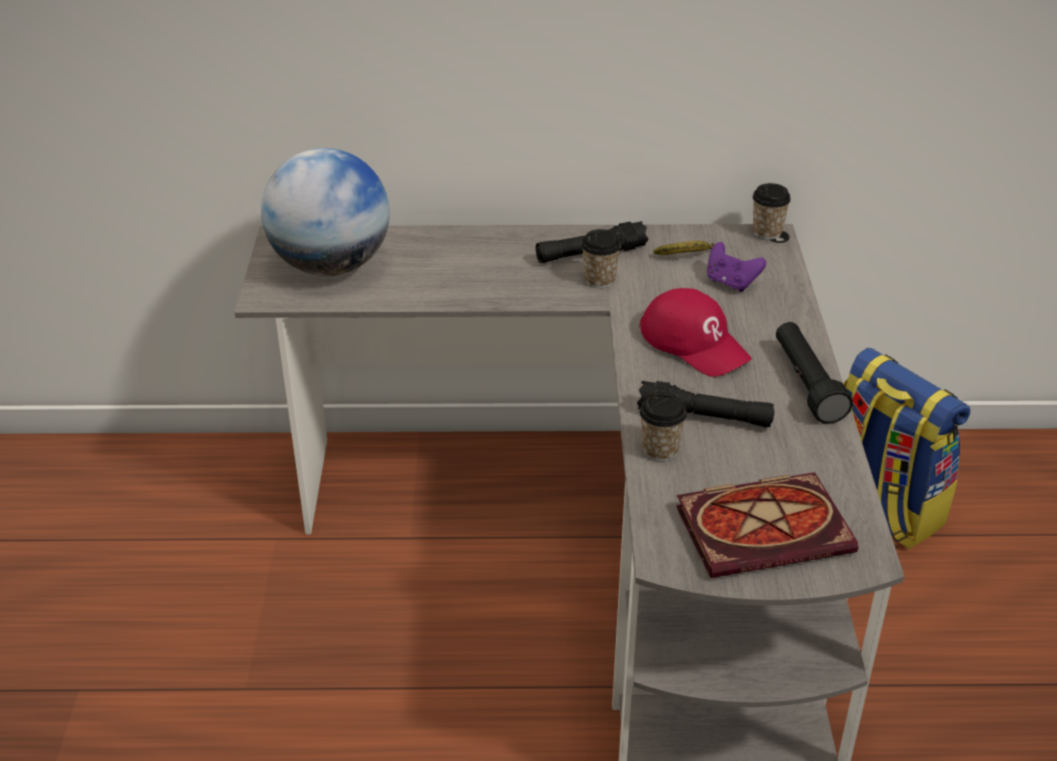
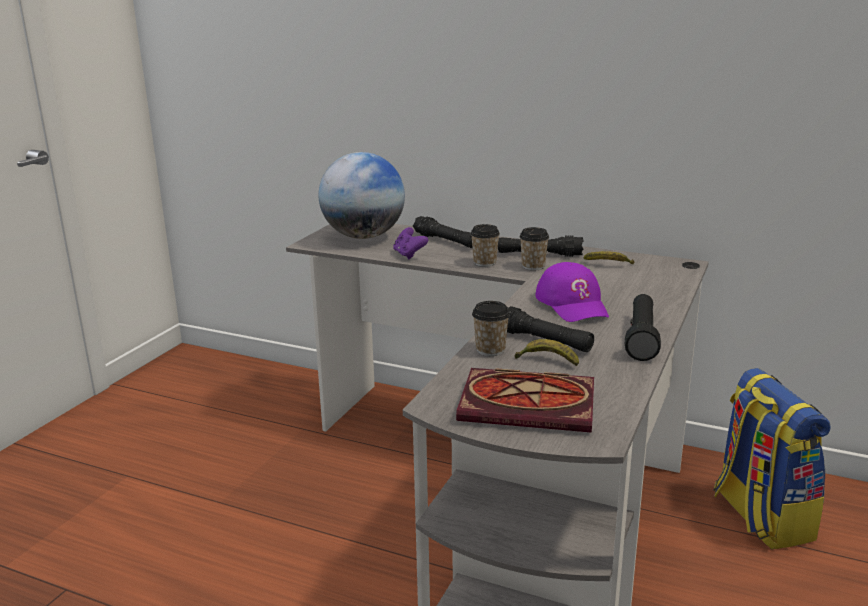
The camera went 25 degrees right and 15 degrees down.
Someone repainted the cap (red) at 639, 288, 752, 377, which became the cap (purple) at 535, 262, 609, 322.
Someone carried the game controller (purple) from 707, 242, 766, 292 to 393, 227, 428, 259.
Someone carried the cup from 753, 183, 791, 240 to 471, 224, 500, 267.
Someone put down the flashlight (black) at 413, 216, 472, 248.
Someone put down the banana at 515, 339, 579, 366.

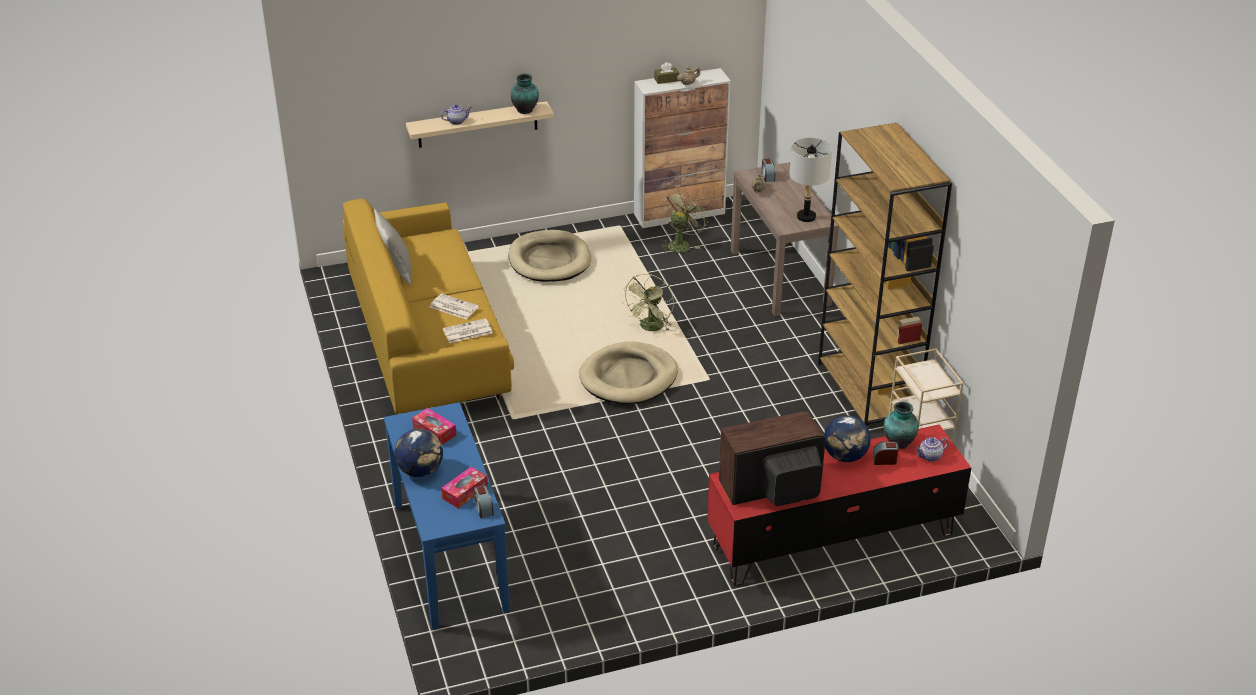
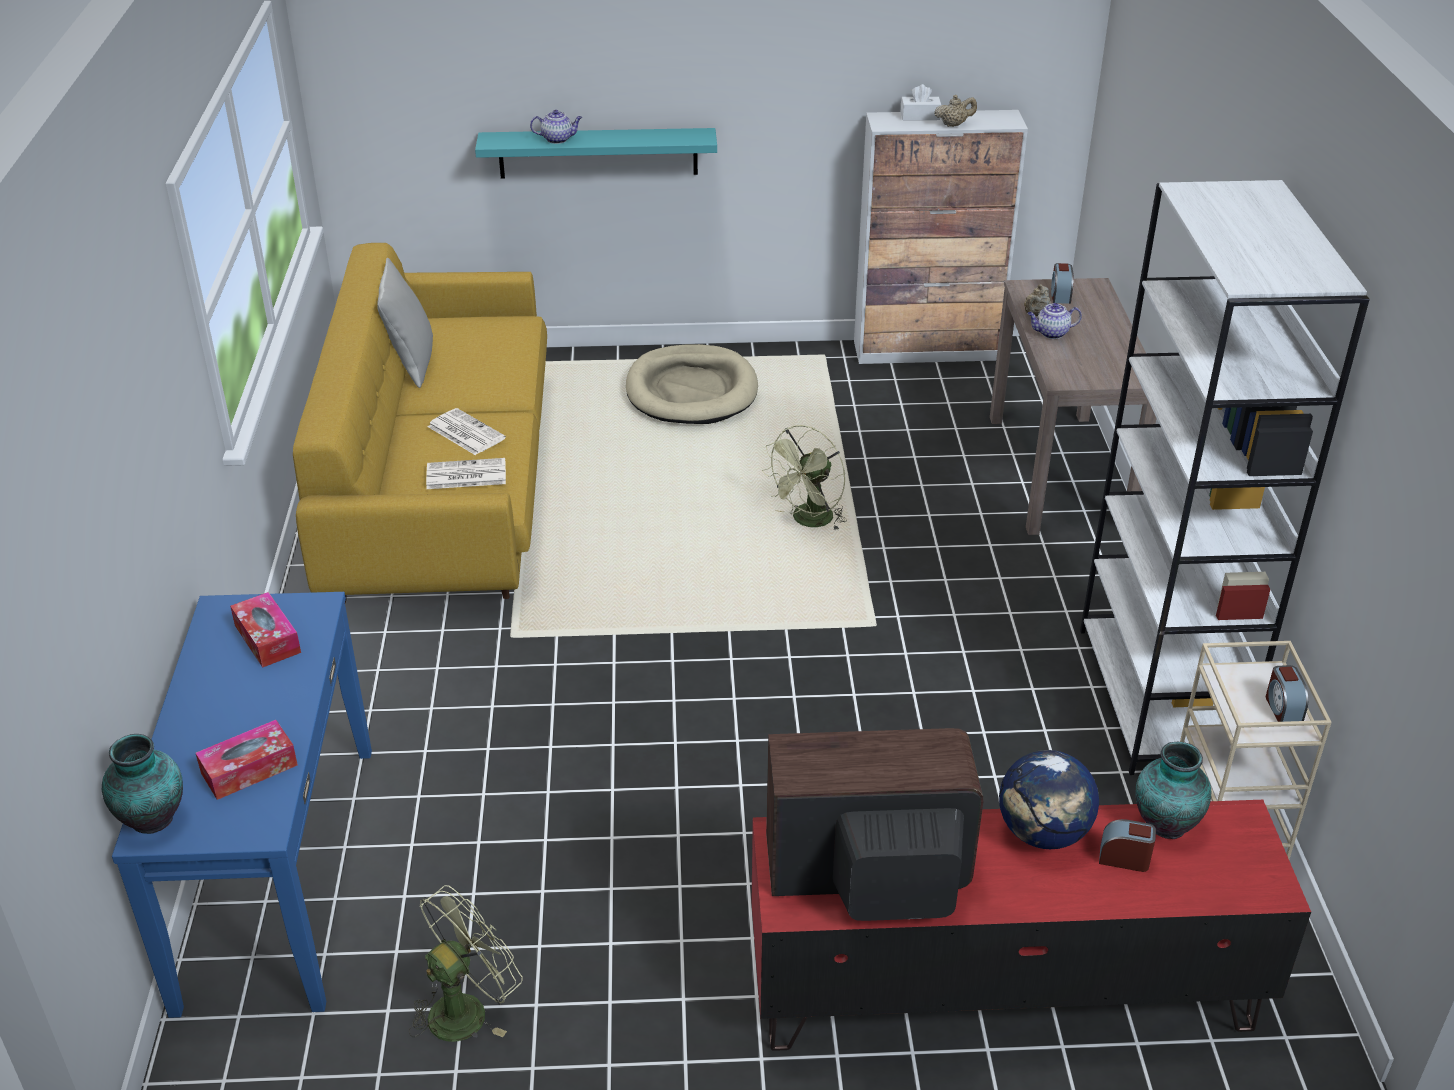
The camera went 15 degrees right and 0 degrees up.
Someone took away the globe at 394, 429, 443, 477.
Someone repainted the shelf (beige) at 406, 101, 554, 148, which became the shelf (turquoise) at 475, 128, 717, 179.
Someone carried the alarm clock from 474, 485, 494, 519 to 1266, 665, 1309, 722.
Someone carried the vase from 510, 74, 539, 114 to 102, 734, 183, 834.
Someone took away the dog bed (beige) at 579, 342, 678, 404.
Someone repainted the tissue box (brown) at 654, 62, 679, 84, which became the tissue box (white) at 901, 84, 941, 120.
Someone carried the fan (green) from 660, 191, 708, 254 to 409, 885, 523, 1042.
Someone took away the table lamp (grey) at 790, 138, 832, 222.
Someone repainted the bookcase (brown) at 818, 123, 952, 426, which became the bookcase (white) at 1080, 180, 1370, 775.
Someone carried the teapot from 915, 437, 949, 462 to 1027, 303, 1082, 339.

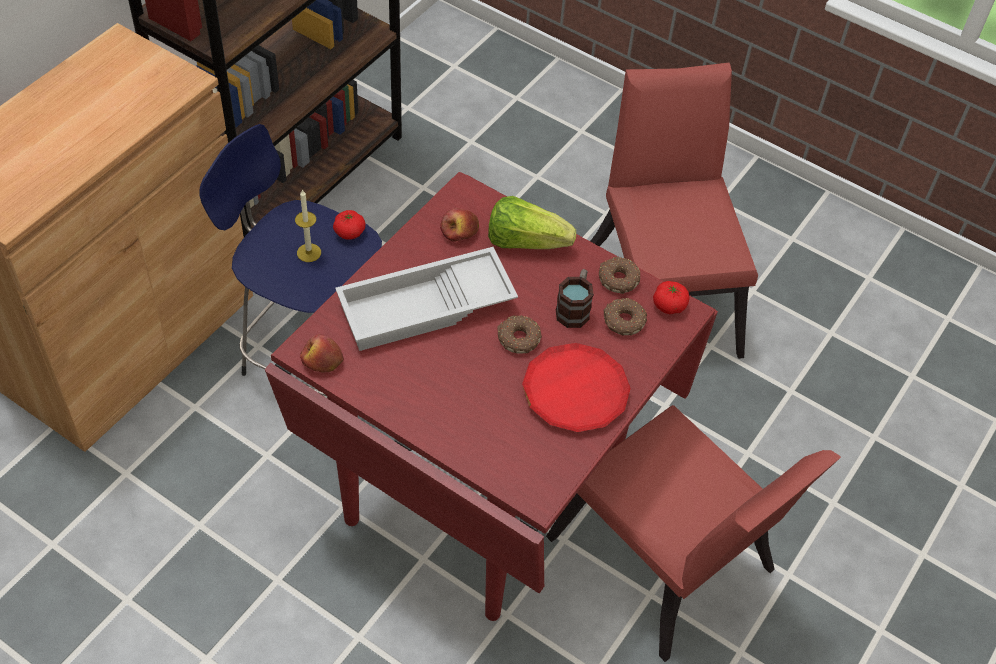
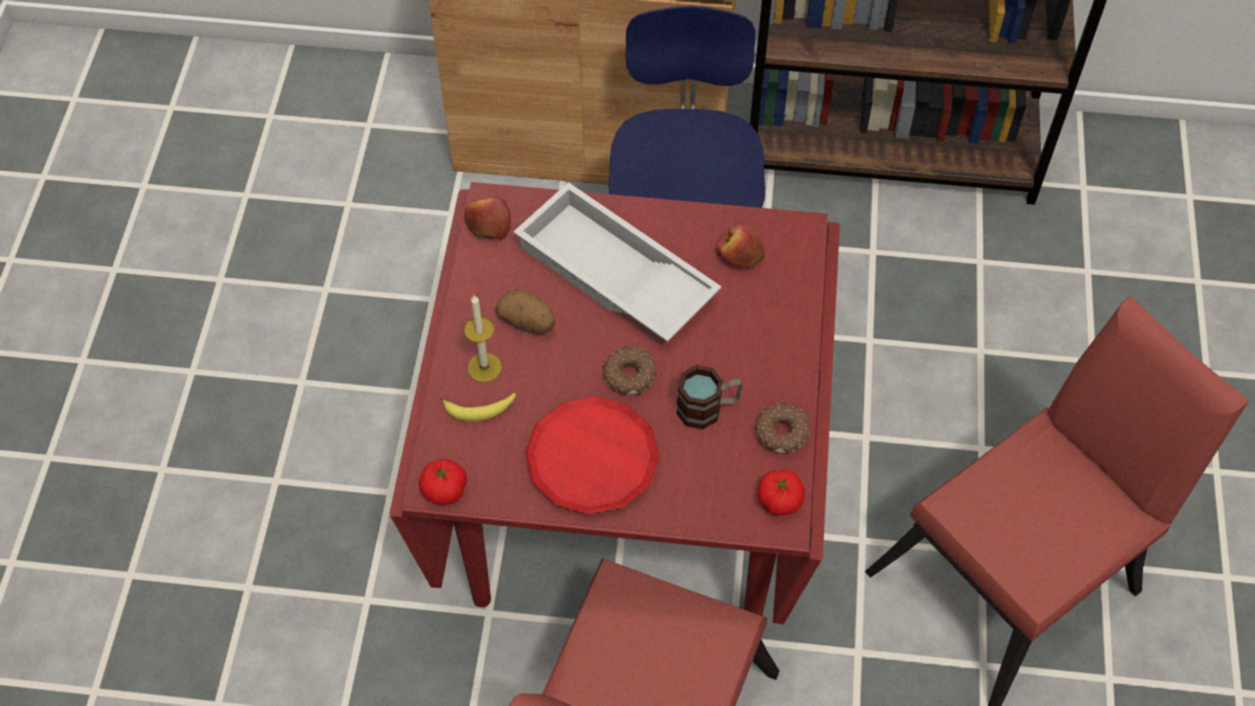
The camera went 65 degrees right and 5 degrees up.
Someone carried the candle from 295, 189, 321, 262 to 464, 295, 502, 383.
Someone carried the tomato from 333, 210, 365, 240 to 419, 459, 467, 504.
Someone took away the lettuce at 488, 196, 576, 249.
Someone took away the donut at 604, 298, 647, 336.
Someone put down the banana at 441, 393, 516, 421.
Someone put down the potato at 495, 289, 555, 334.

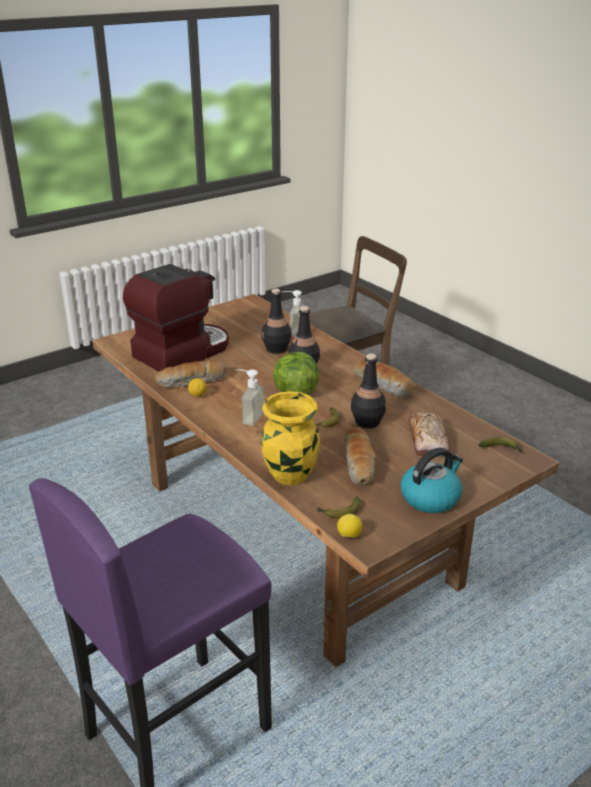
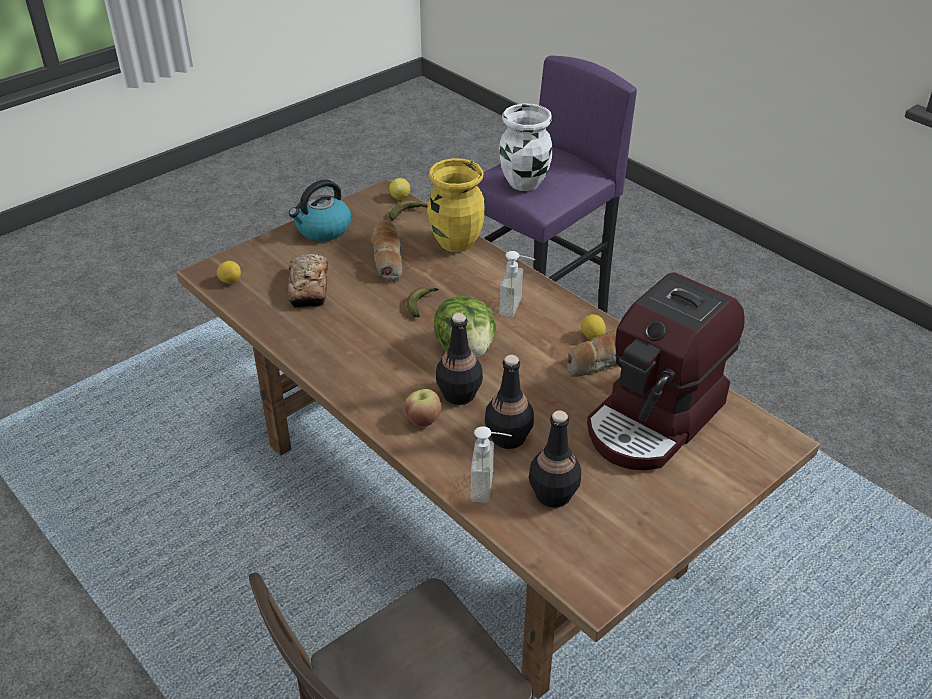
The camera went 175 degrees right and 10 degrees up.
Someone carried the bottle (black) from 351, 354, 386, 428 to 529, 411, 581, 508.
Someone took away the bread at 353, 359, 416, 398.
Someone swapped the banana at 478, 437, 523, 453 for the lemon at 217, 261, 241, 284.
Someone put down the apple at 405, 389, 442, 427.
Someone put down the vase (white) at 499, 104, 553, 191.

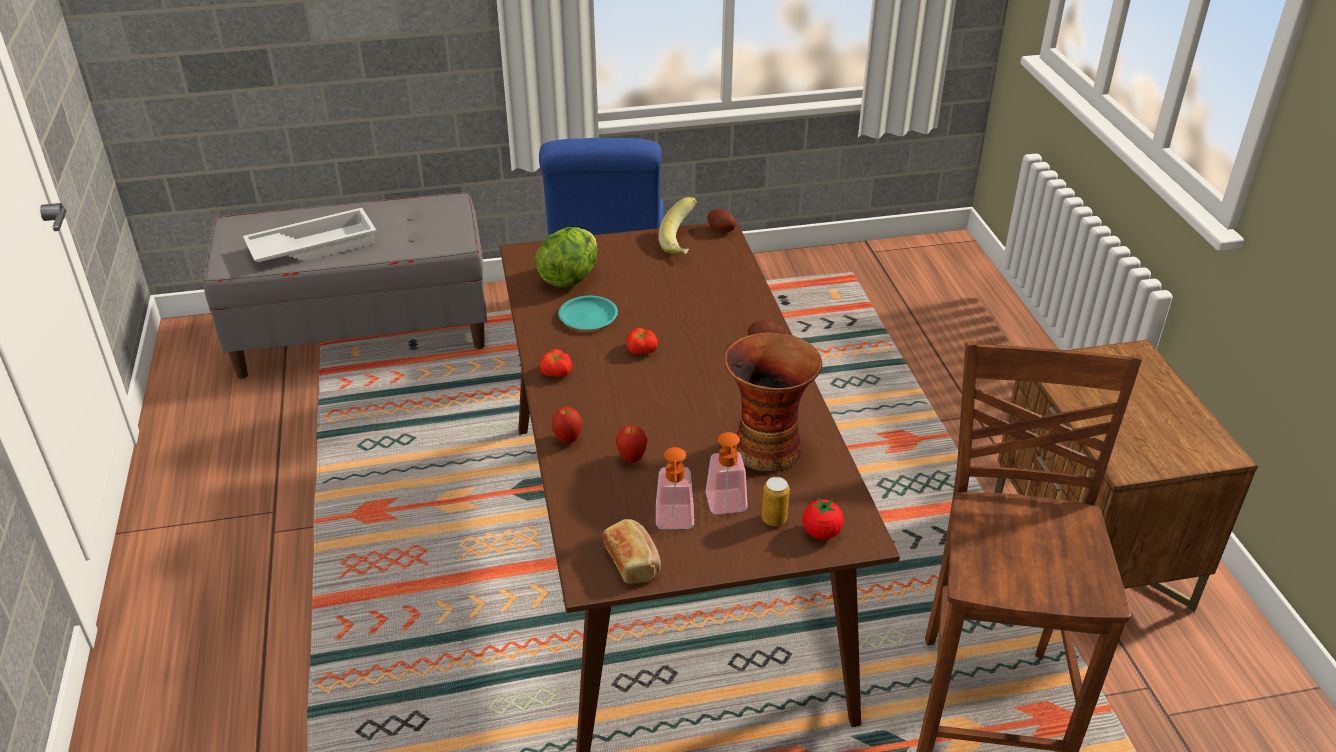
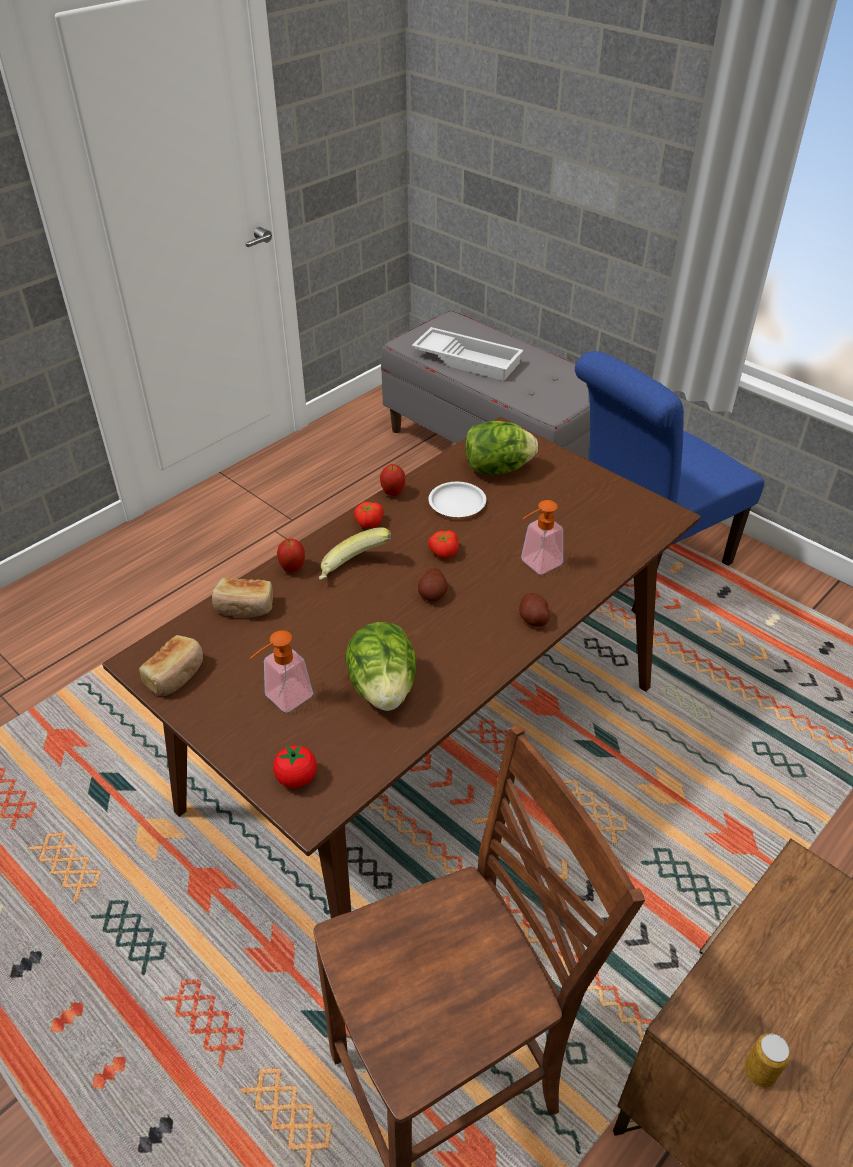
The camera went 55 degrees right and 5 degrees up.
Someone repainted the plate (turquoise) at 558, 296, 618, 330, which became the plate (white) at 428, 482, 486, 517.
Someone carried the apple from 616, 425, 648, 462 to 380, 464, 405, 496.
Someone carried the soap dispenser from 656, 447, 694, 529 to 521, 500, 563, 575.
Someone carried the banana from 658, 197, 697, 254 to 318, 527, 392, 580.
Someone carried the potato from 707, 209, 736, 233 to 418, 568, 448, 602.
Someone swapped the vase at 724, 332, 822, 472 for the lettuce at 346, 622, 417, 711.
Someone carried the can from 762, 477, 790, 526 to 744, 1033, 791, 1088.
Someone put down the bread at 212, 578, 273, 617.

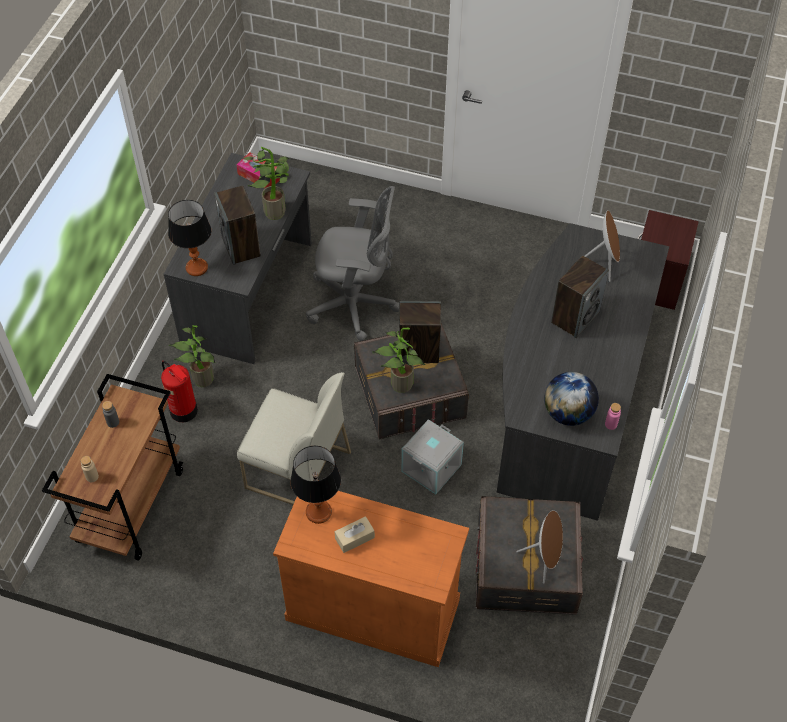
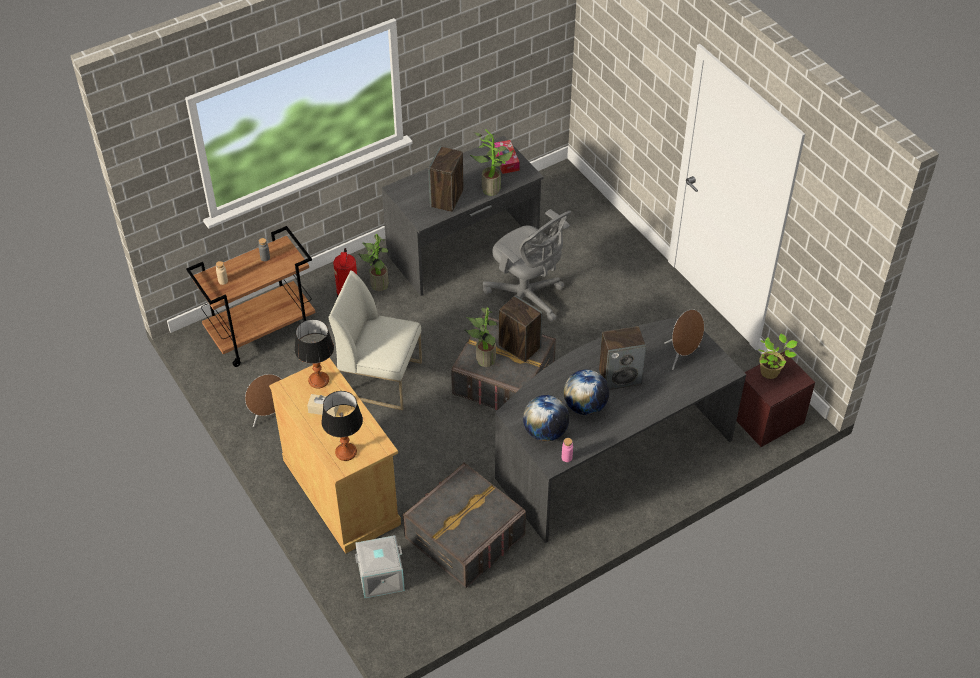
The camera went 40 degrees right and 5 degrees down.
Someone carried the table lamp from 168, 200, 211, 276 to 321, 391, 363, 461.
Someone rotated the chair (white) at 237, 372, 351, 505 by 135 degrees clockwise.
Someone repainted the cabinet (orange) at 273, 491, 469, 667, which became the cabinet (beige) at 269, 357, 401, 554.
Someone carried the storage box (grey) from 401, 419, 464, 494 to 355, 535, 405, 598.
Someone carried the speaker (brown) from 516, 510, 563, 584 to 245, 374, 282, 427.
Someone put down the globe at 564, 369, 609, 415.
Someone put down the potted plant at 759, 333, 797, 379.

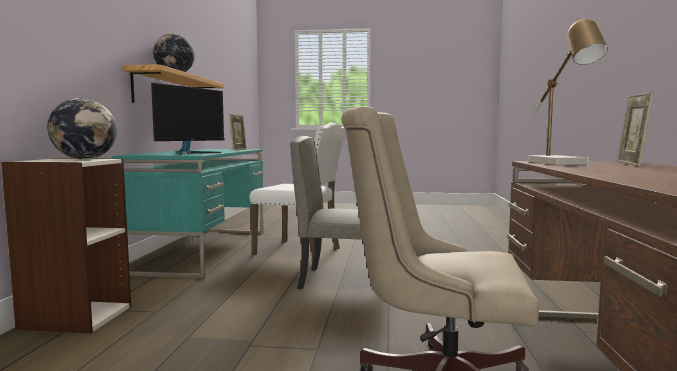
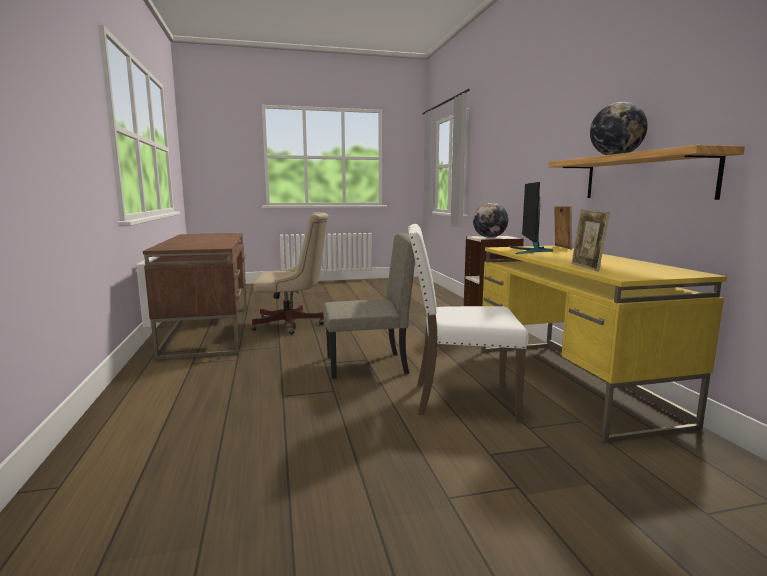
The camera went 160 degrees right and 5 degrees up.
Someone repainted the desk (turquoise) at 112, 149, 264, 279, which became the desk (yellow) at 481, 246, 727, 443.
Someone took away the table lamp at 528, 18, 608, 165.
Someone carried the picture frame from 617, 92, 654, 166 to 554, 206, 572, 249.

